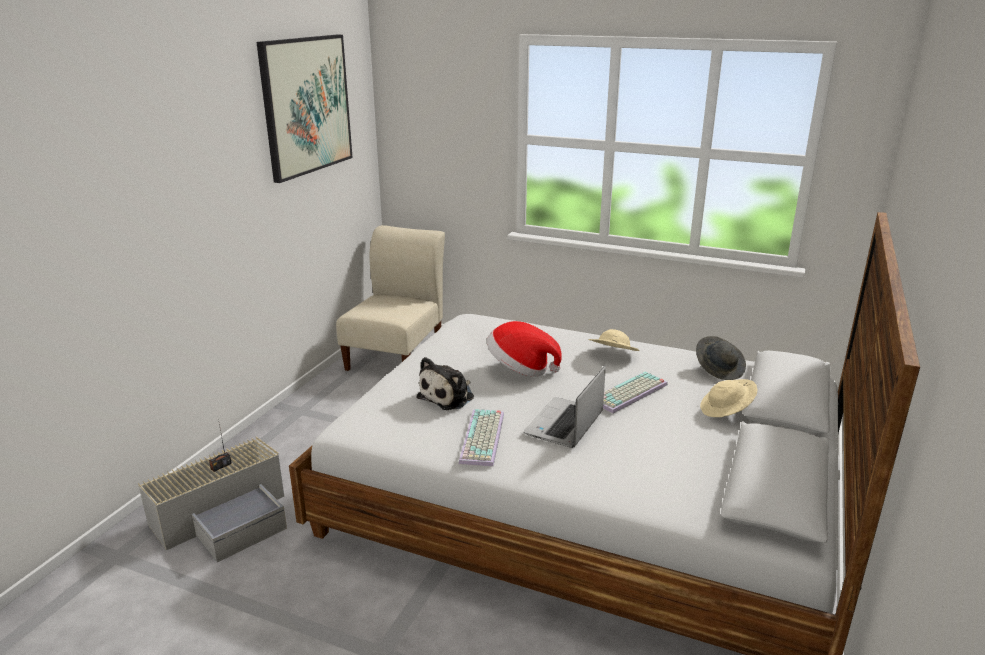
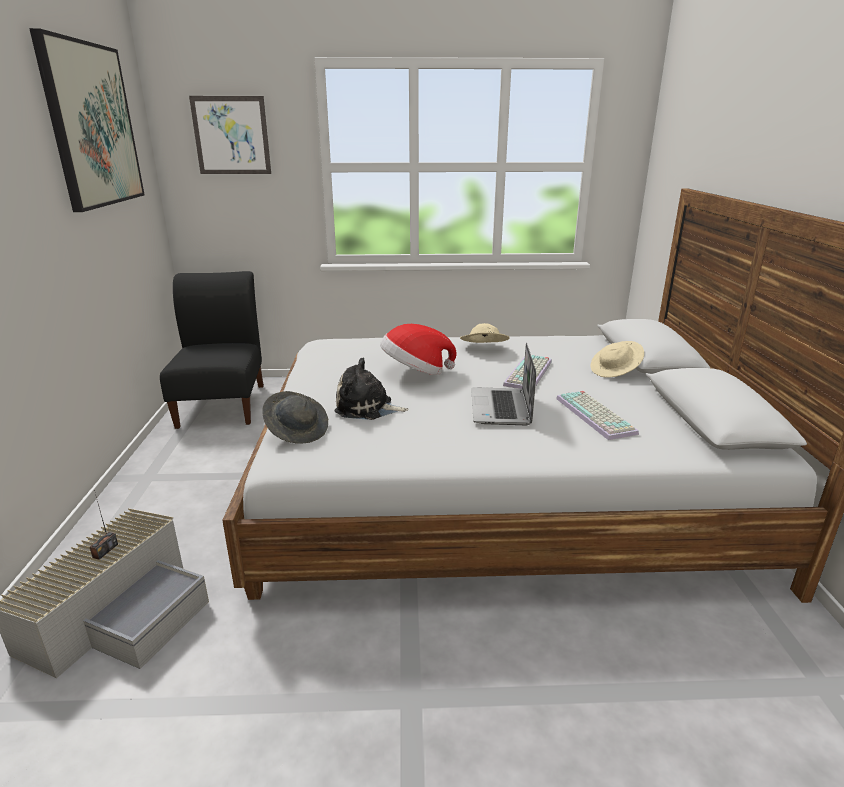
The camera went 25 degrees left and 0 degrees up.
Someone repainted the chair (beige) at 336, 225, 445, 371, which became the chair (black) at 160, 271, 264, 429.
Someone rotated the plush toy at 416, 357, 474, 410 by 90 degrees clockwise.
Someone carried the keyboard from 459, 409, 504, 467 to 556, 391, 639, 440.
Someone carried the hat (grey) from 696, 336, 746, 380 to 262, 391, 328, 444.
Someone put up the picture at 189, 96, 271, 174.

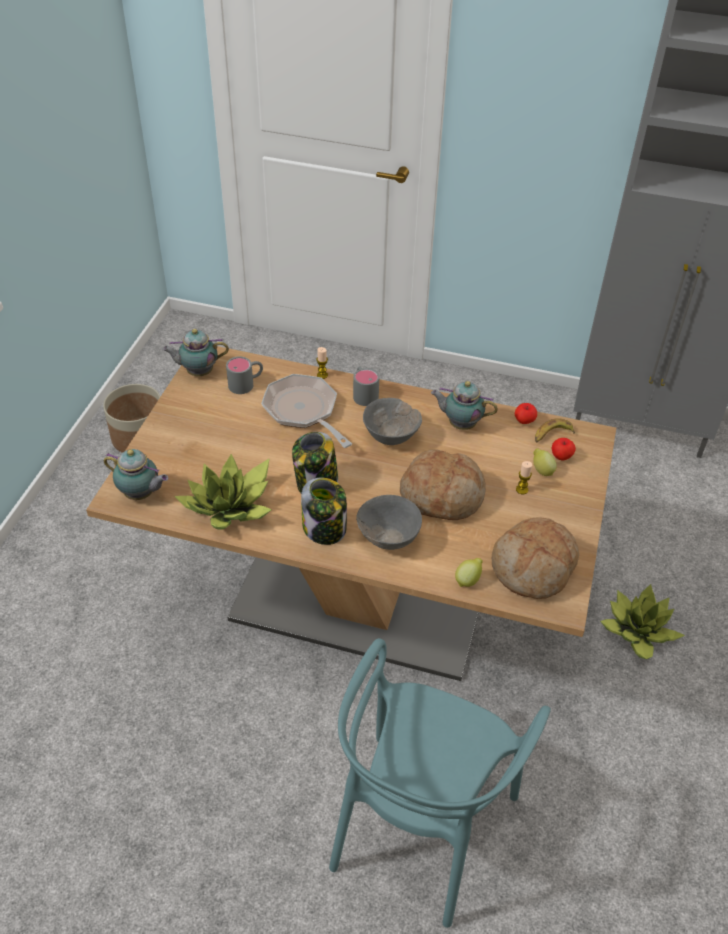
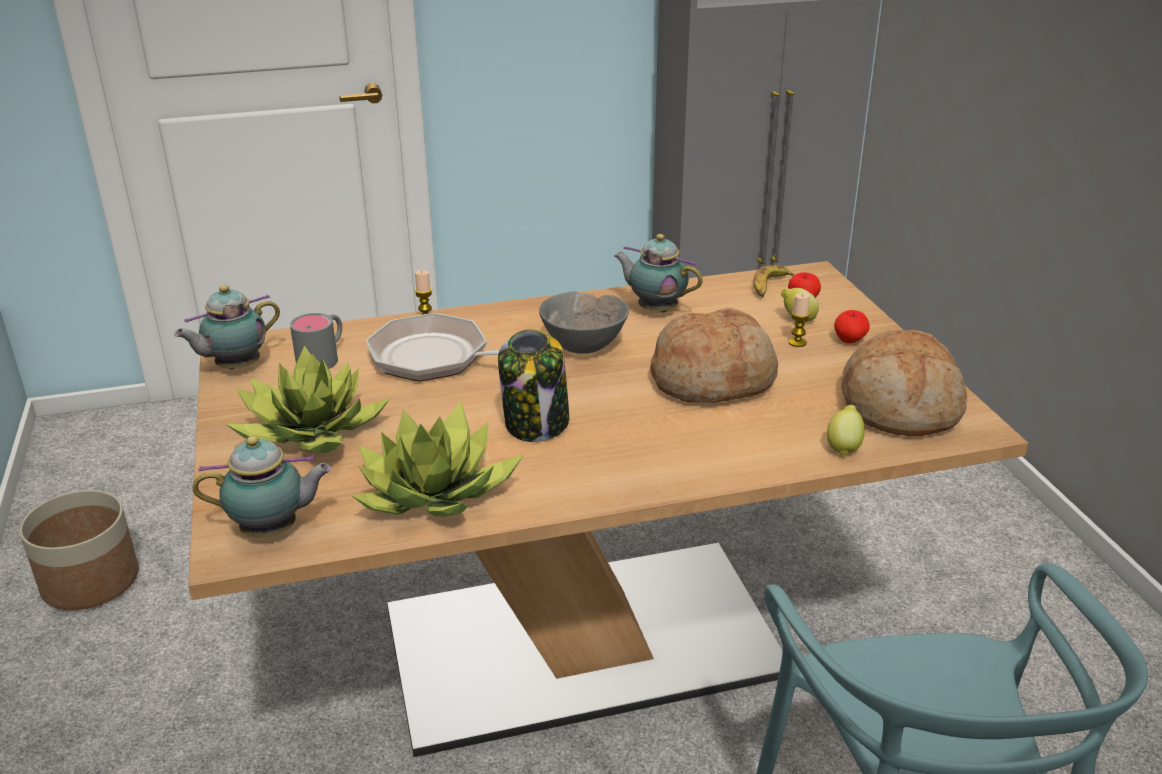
The camera went 30 degrees left and 15 degrees down.
Someone took away the jar at 301, 478, 347, 545.
Someone took away the mug (grey) at 353, 367, 379, 406.
Someone took away the bowl (grey) at 356, 495, 422, 550.
Someone rotated the teapot at 431, 381, 498, 430 by 45 degrees clockwise.
Someone carried the apple from 515, 403, 537, 424 to 834, 310, 870, 343.
Someone carried the potted plant from 600, 584, 685, 659 to 226, 345, 390, 453.

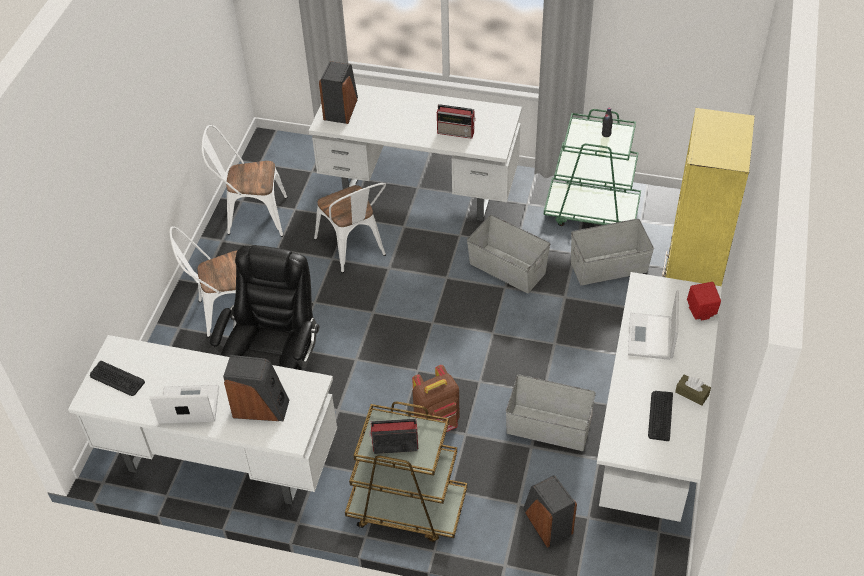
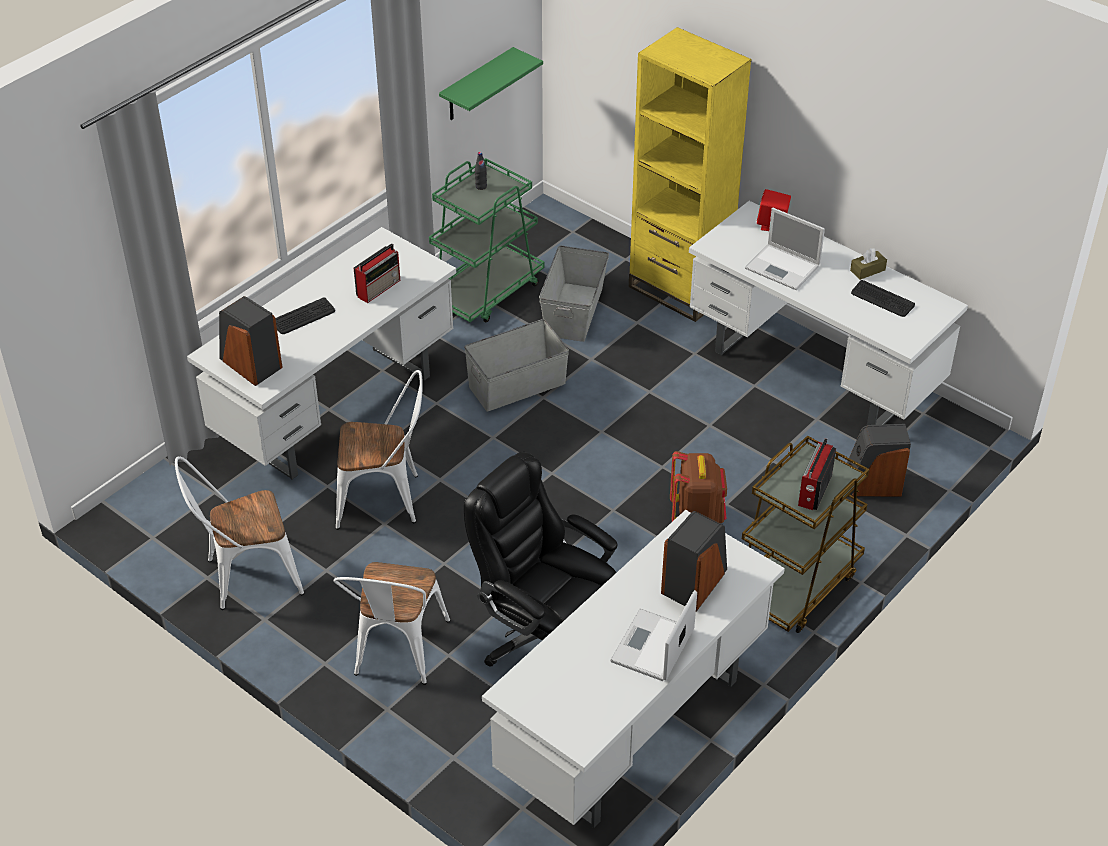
The camera went 65 degrees left and 5 degrees down.
Someone carried the keyboard from 90, 361, 145, 396 to 275, 297, 335, 334.
Someone rotated the chair (white) at 202, 125, 288, 237 by 45 degrees clockwise.
Someone took away the storage box (grey) at 506, 375, 596, 451.
Someone put up the shelf (green) at 439, 47, 543, 120.

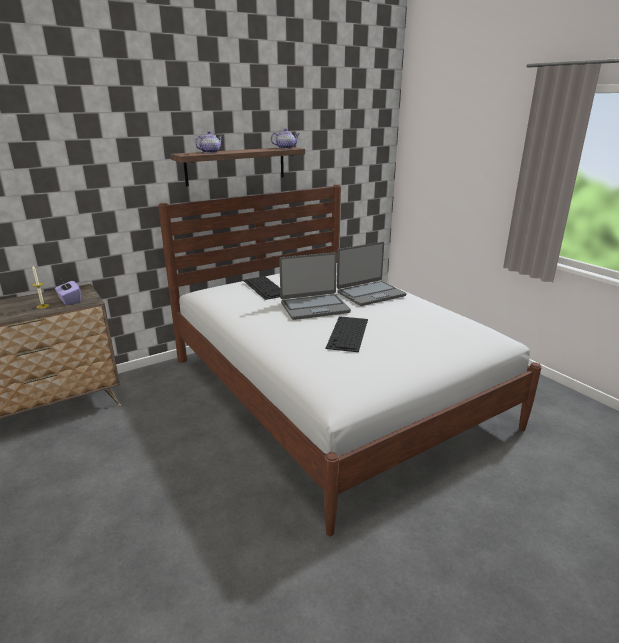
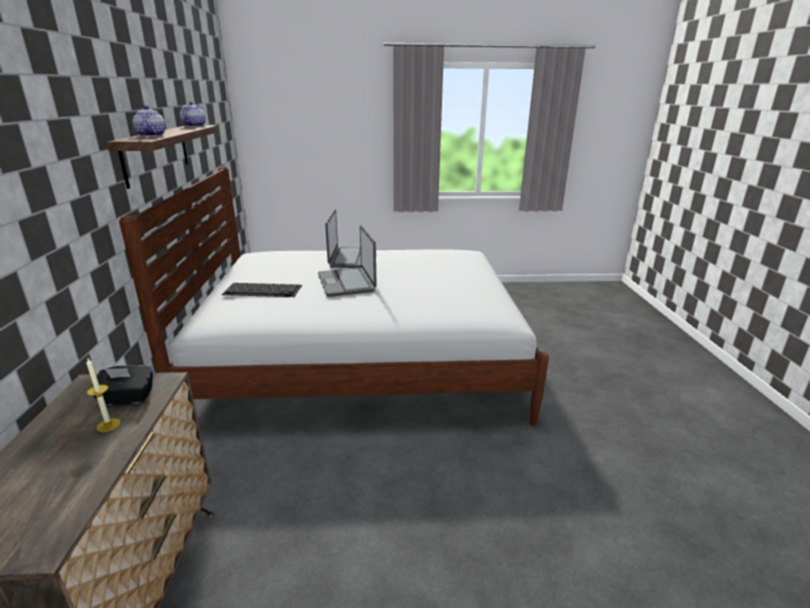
The camera went 60 degrees left and 0 degrees up.
Someone repainted the tissue box (purple) at 55, 279, 81, 305, which became the tissue box (black) at 92, 365, 153, 406.
Someone rotated the laptop at 279, 252, 351, 320 by 150 degrees clockwise.
Someone took away the keyboard at 326, 316, 368, 352.

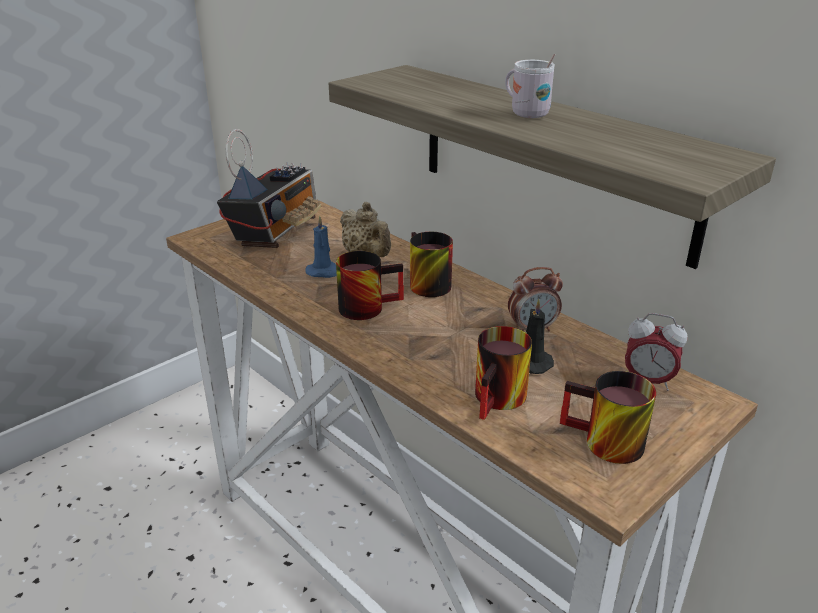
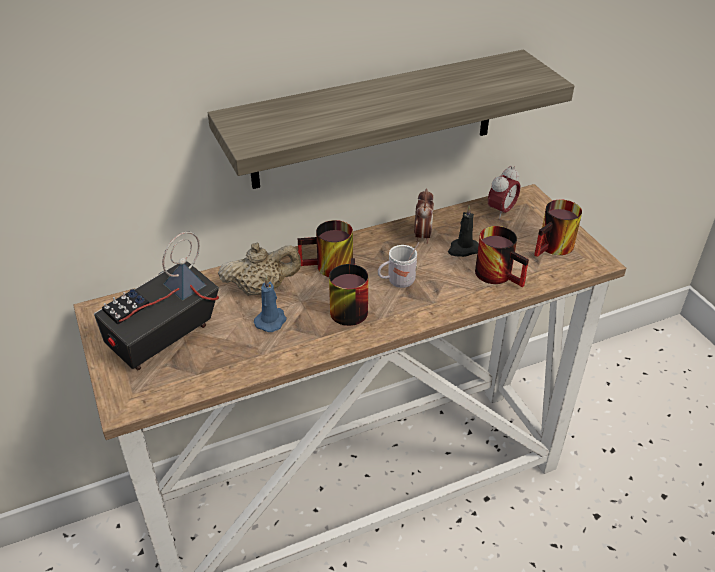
The camera went 70 degrees left and 10 degrees up.
Someone rotated the radio at 217, 129, 321, 248 by 90 degrees counterclockwise.
Someone carried the mug (white) from 505, 54, 555, 118 to 378, 242, 420, 288.

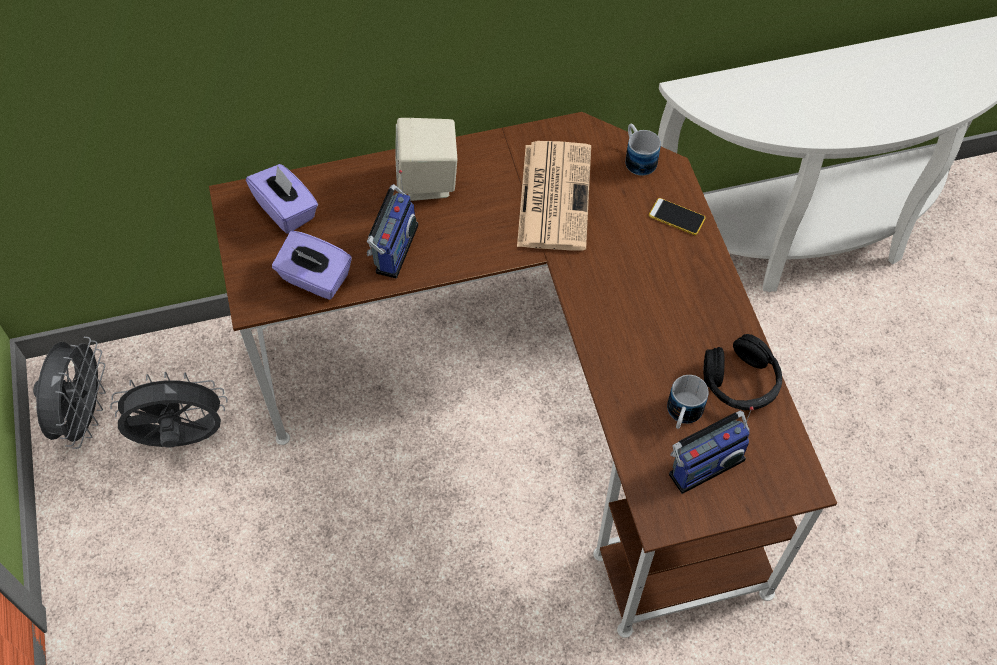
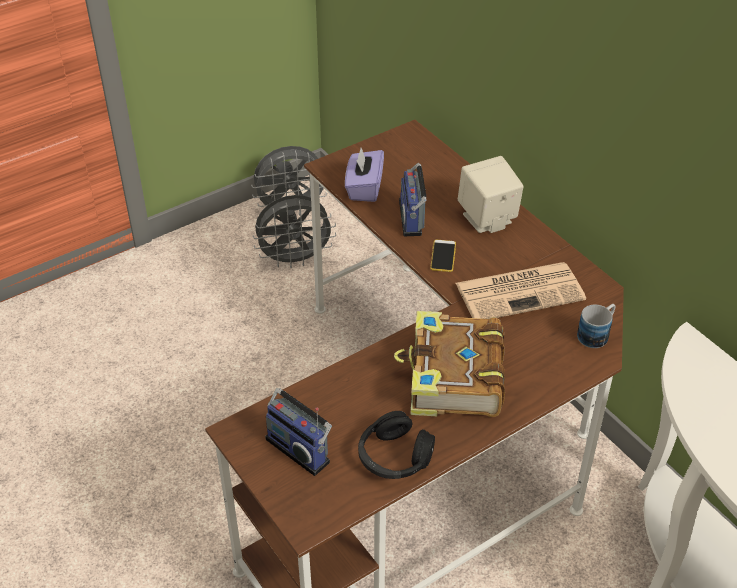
The camera went 70 degrees right and 15 degrees down.
Someone rotated the fan (grey) at 110, 372, 228, 448 by 105 degrees clockwise.
Someone took away the tissue box (purple) at 246, 164, 318, 234.
Someone rotated the radio at 367, 170, 418, 278 by 90 degrees clockwise.
Someone carried the phone from 649, 198, 706, 235 to 430, 240, 456, 272.
Someone took away the mug at 667, 375, 708, 429.
Someone put down the book at 394, 311, 505, 417.

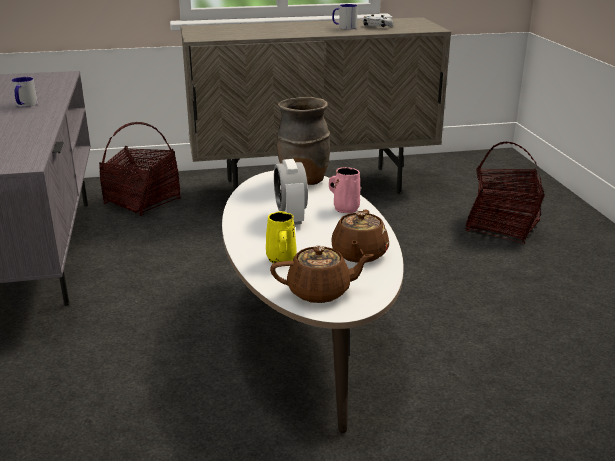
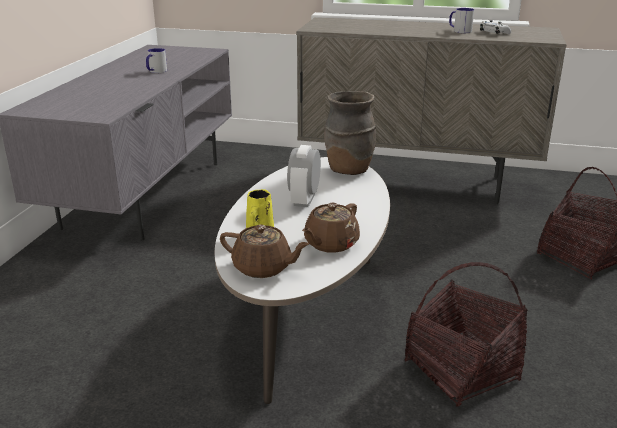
The camera went 25 degrees right and 0 degrees up.
Someone carried the basket from 99, 122, 181, 216 to 404, 262, 528, 407.
Someone took away the mug (pink) at 329, 167, 361, 213.

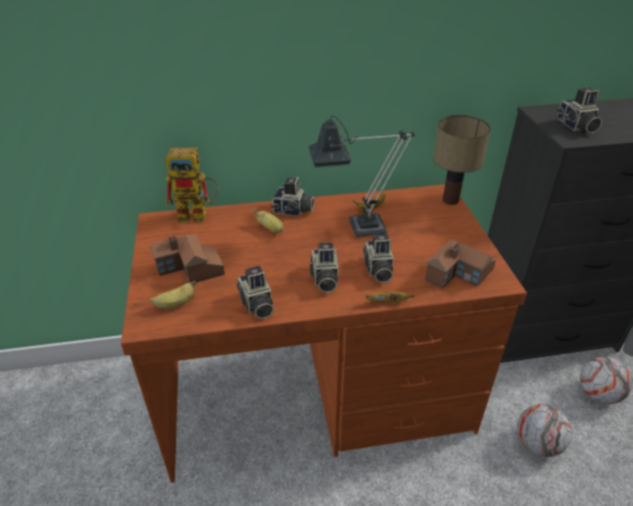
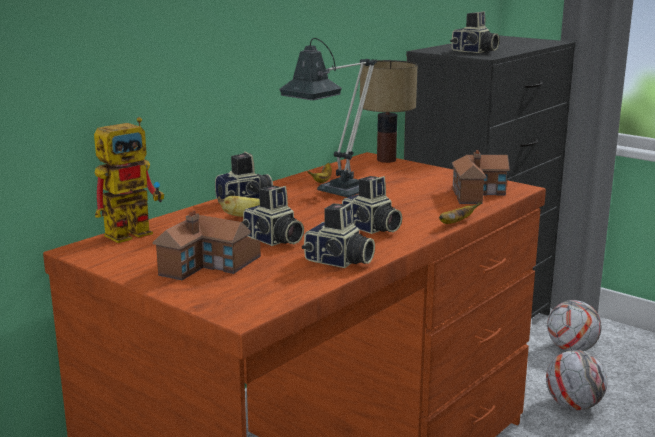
The camera went 40 degrees left and 20 degrees down.
Someone took away the banana at 150, 281, 196, 309.
Someone carried the photo camera from 363, 234, 394, 283 to 242, 185, 304, 246.

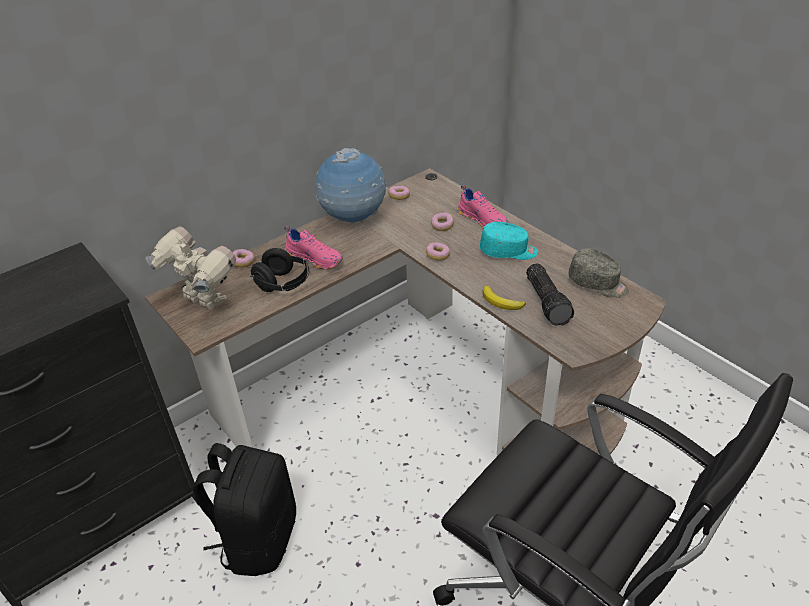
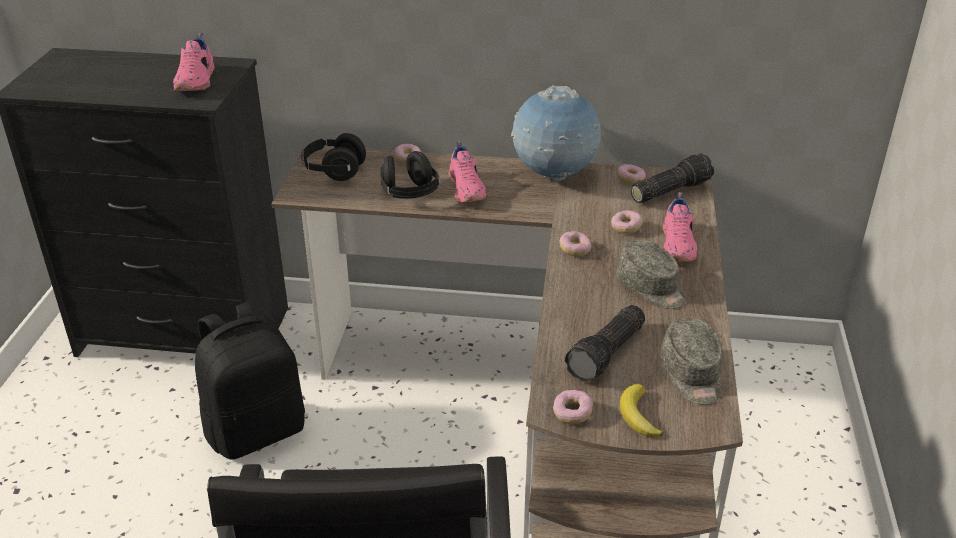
The camera went 45 degrees right and 5 degrees down.
Someone swapped the toy robot at 146, 227, 236, 310 for the headphones (black) at 301, 133, 366, 181.
Someone repainted the cap (turquoise) at 480, 222, 538, 260, which became the cap (grey) at 616, 240, 686, 309.
Someone carried the banana from 483, 286, 526, 310 to 619, 384, 664, 437.
Someone put down the shoe (pink) at 173, 33, 215, 91.
Someone put down the donut at 553, 390, 593, 424.
Someone put down the flashlight at 631, 153, 714, 203.

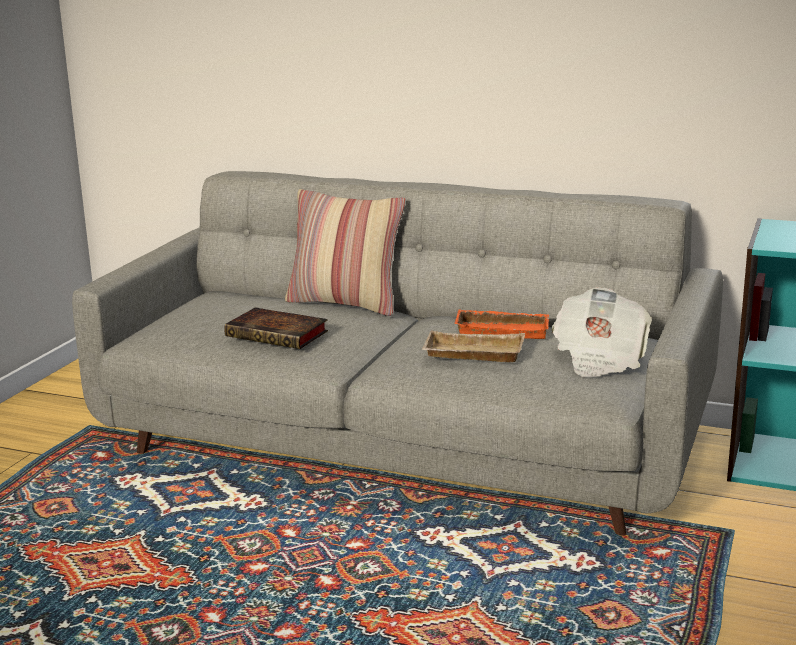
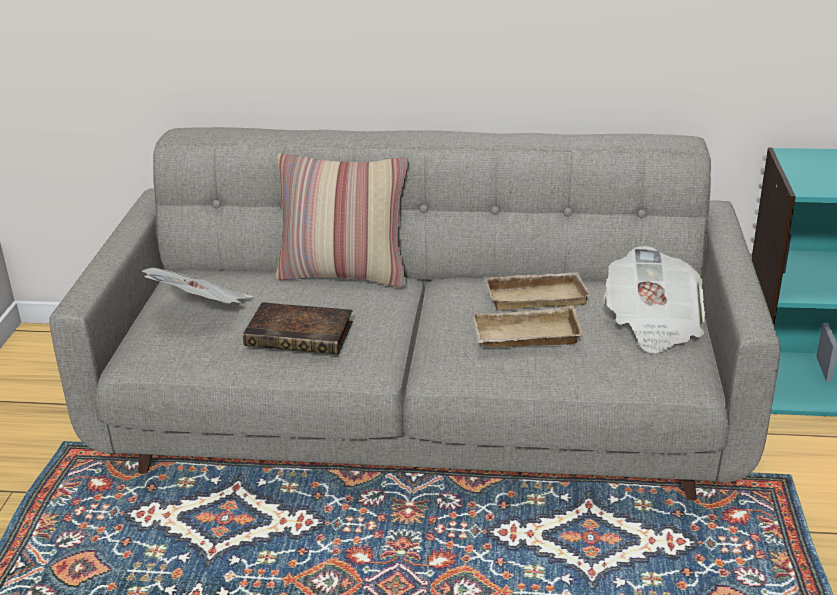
The camera went 15 degrees left and 10 degrees up.
Someone repainted the tray (orange) at 454, 309, 549, 339, which became the tray (beige) at 484, 272, 590, 311.
Someone put down the newspaper at 142, 268, 253, 304.

